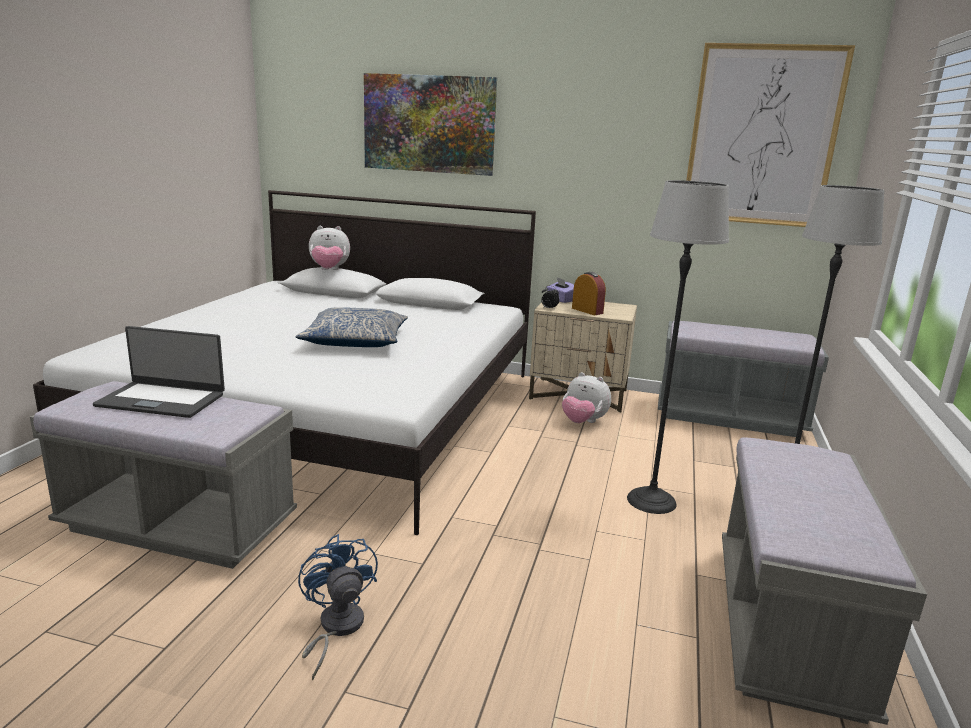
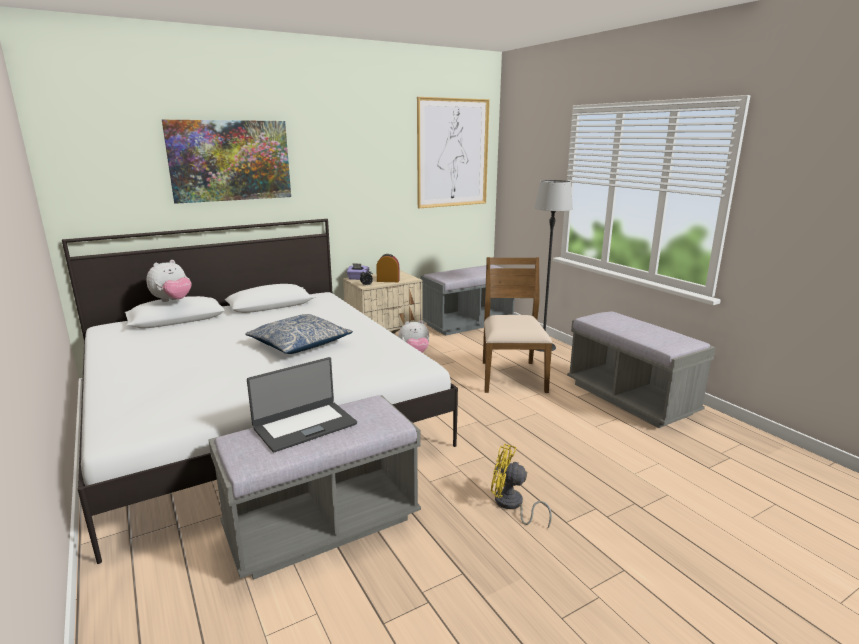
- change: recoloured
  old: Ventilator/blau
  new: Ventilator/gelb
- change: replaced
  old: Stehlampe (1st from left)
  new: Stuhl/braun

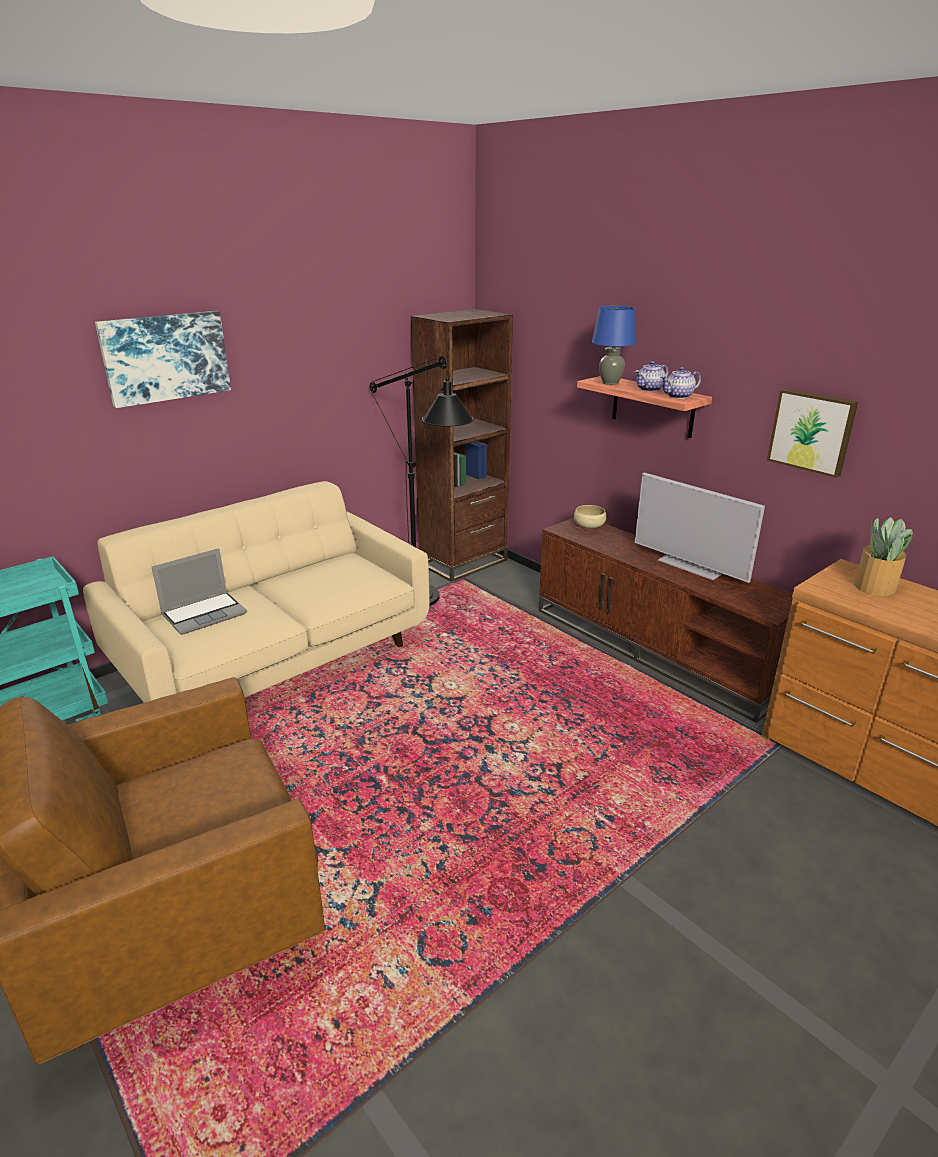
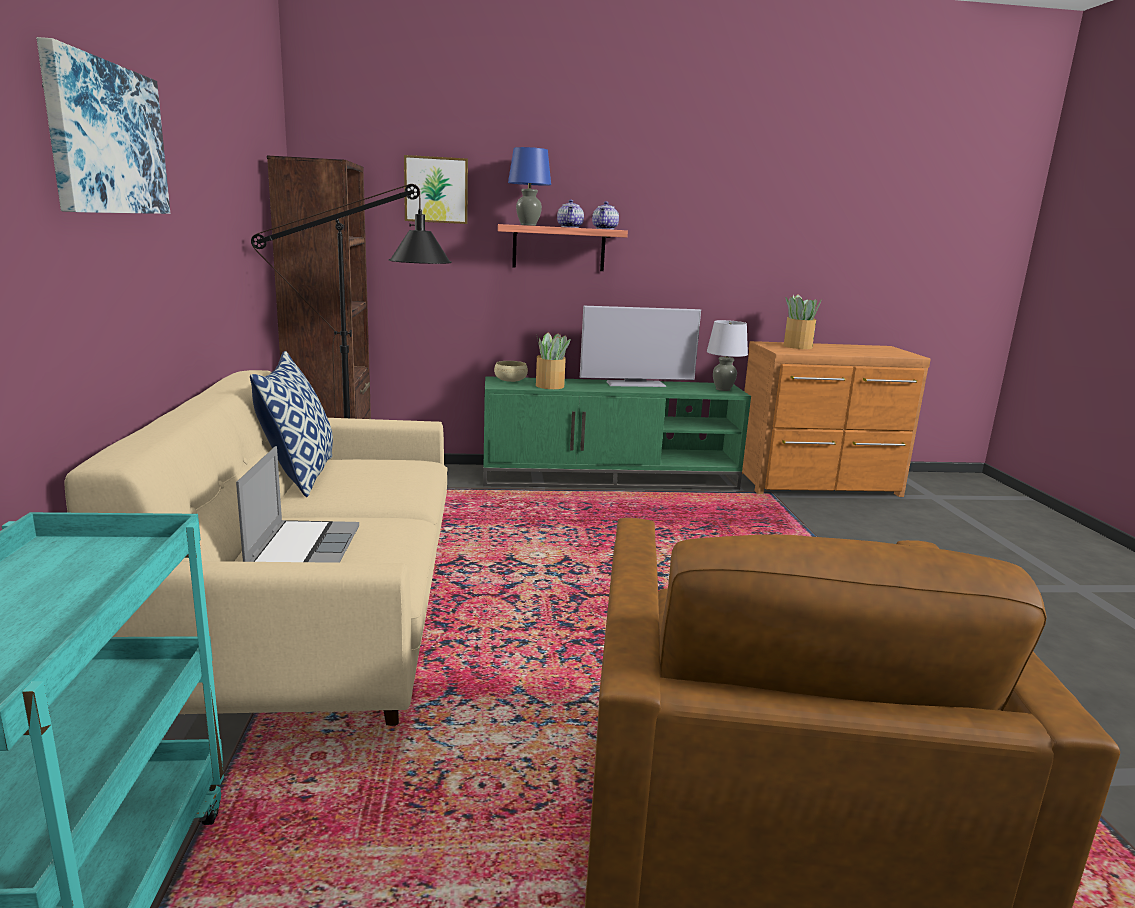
- change: recoloured
  old: Fernsehschrank/braun
  new: Fernsehschrank/grün
- change: moved
  old: Bild (2nd from left)
- change: added
  new: Kissen
- change: added
  new: Topfpflanze (1st from left)
- change: added
  new: Tischlampe/grau

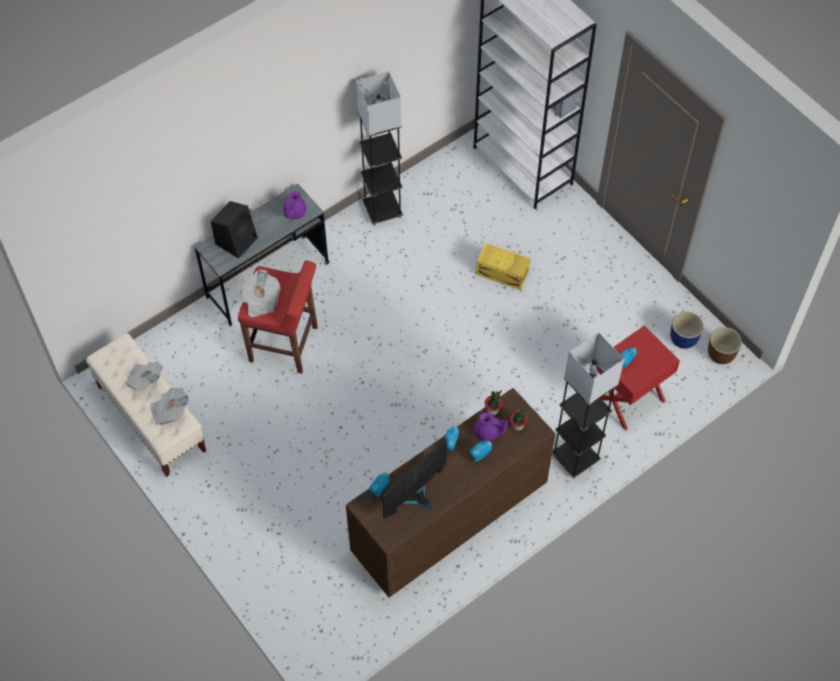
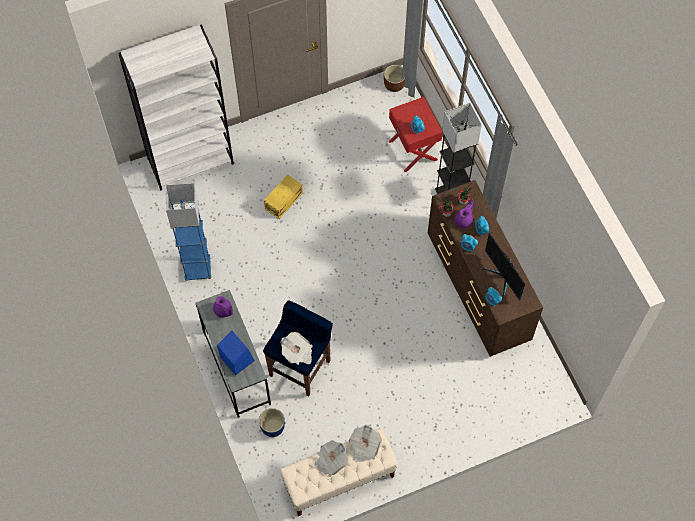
- change: recoloured
  old: Lautsprecher/schwarz
  new: Lautsprecher/blau
- change: recoloured
  old: Hocker/rot
  new: Hocker/blau
- change: recoloured
  old: Stehlampe/grau (1st from left)
  new: Stehlampe/blau
- change: moved
  old: Pflanzkübel/blau

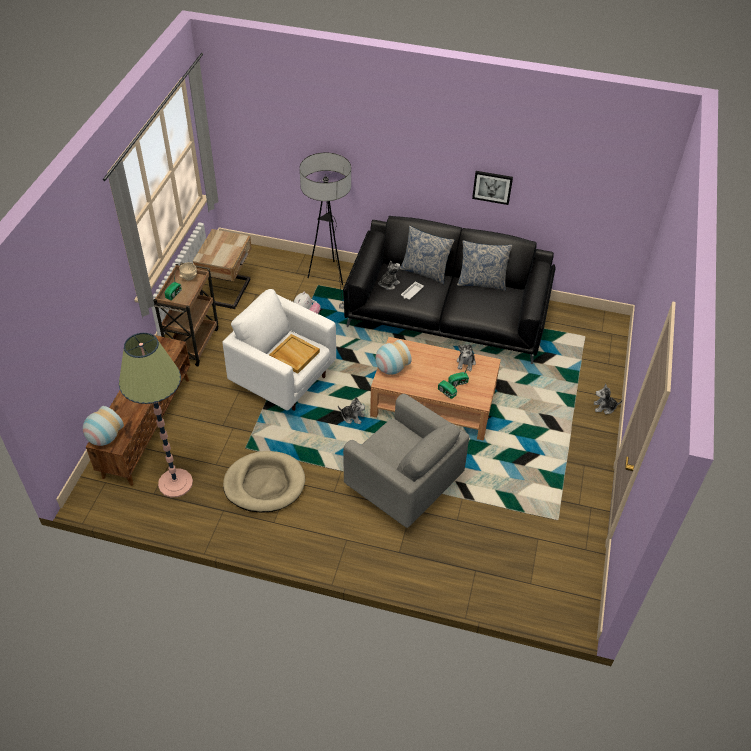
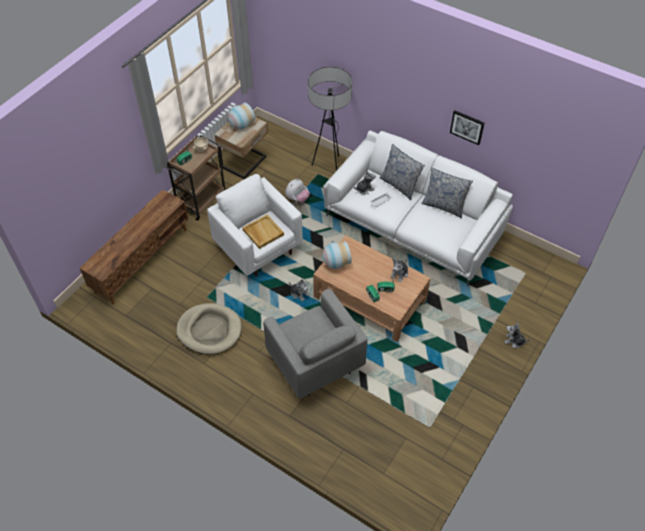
- change: moved
  old: Vase (1st from left)
- change: removed
  old: Stehlampe (1st from left)
- change: recoloured
  old: Sofa/schwarz
  new: Sofa/weiß

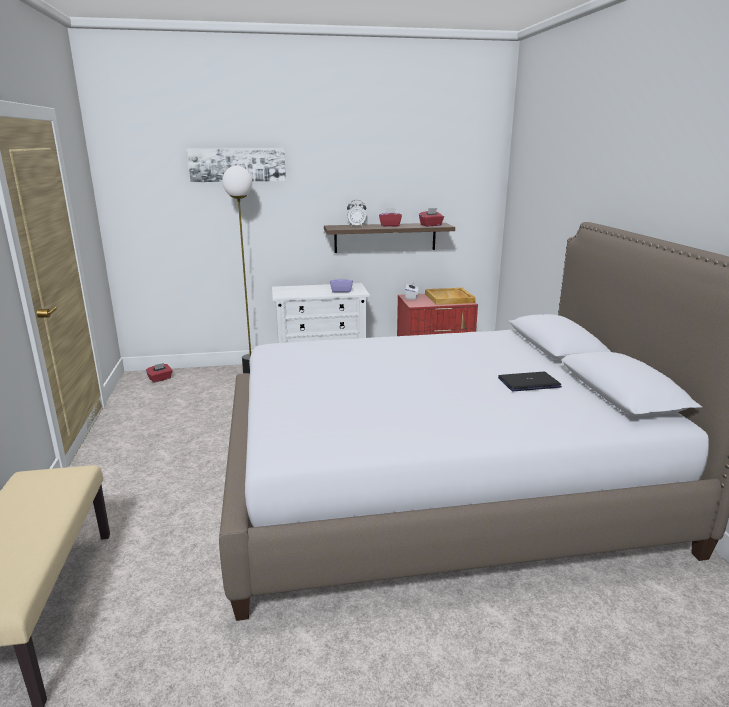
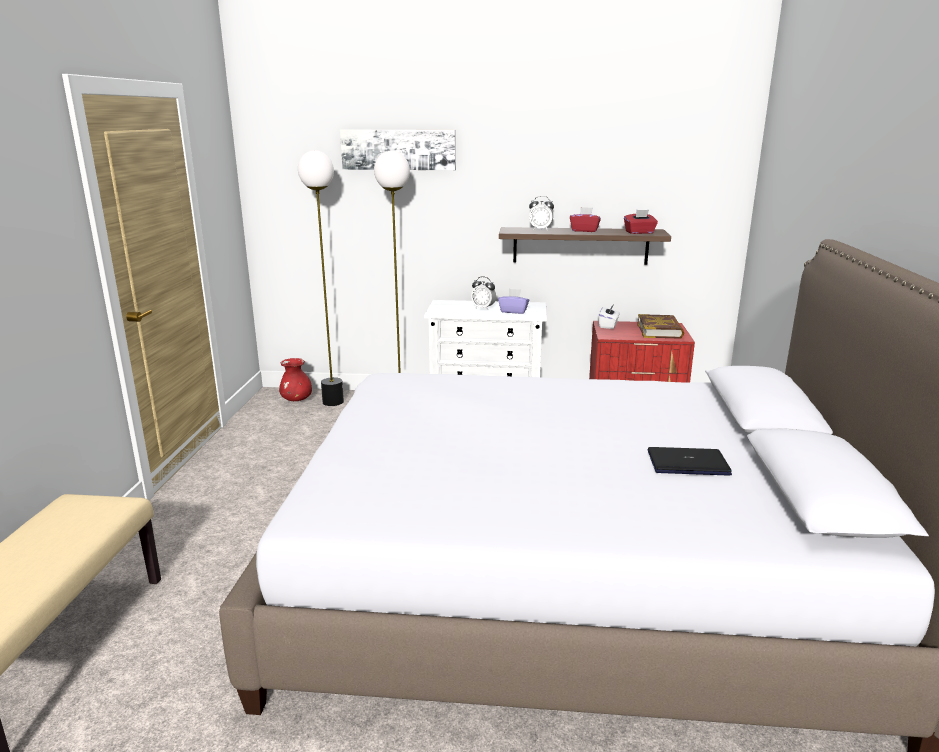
- change: replaced
  old: Taschentuchbox/rot (1st from left)
  new: Vase/rot
- change: replaced
  old: Tablett/beige
  new: Buch
- change: added
  new: Stehlampe (1st from left)
- change: added
  new: Wecker (1st from left)

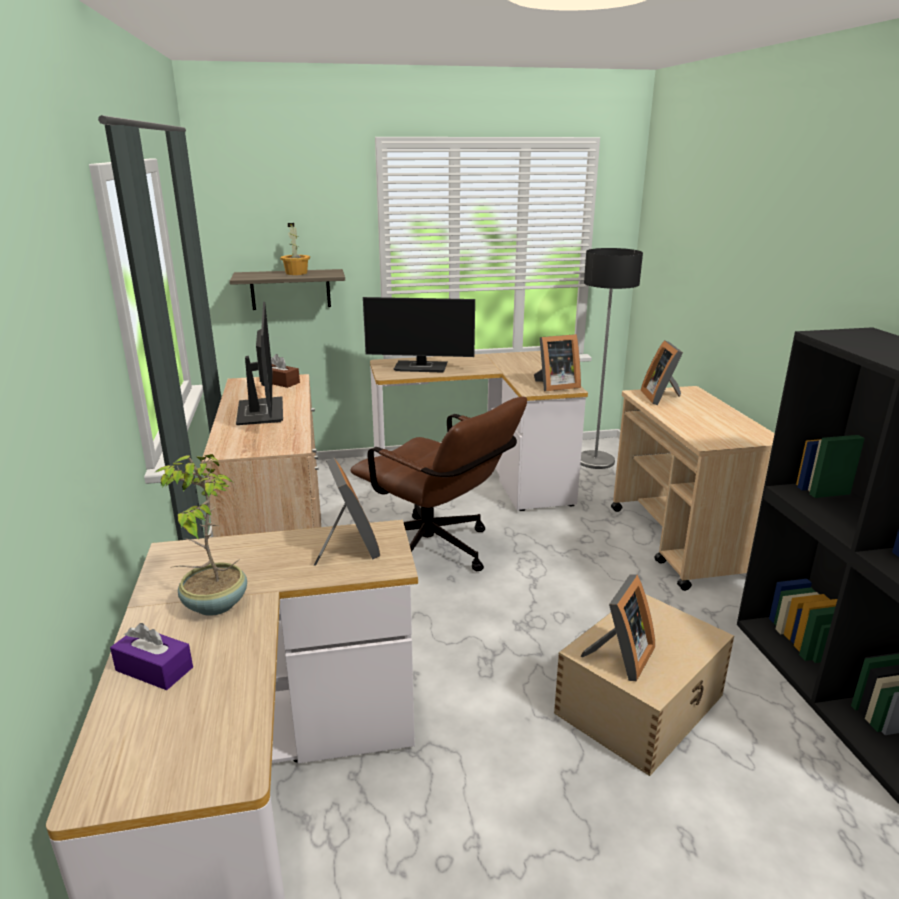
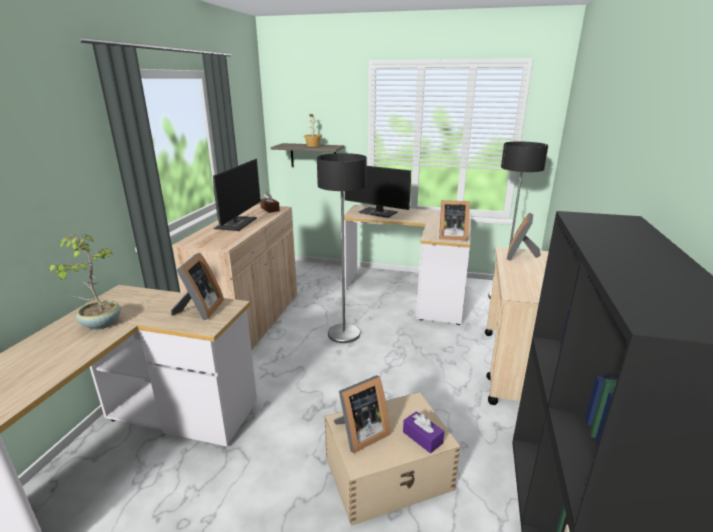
- change: moved
  old: Taschentuchbox/lila
- change: replaced
  old: Bürostuhl/braun
  new: Stehlampe (1st from left)

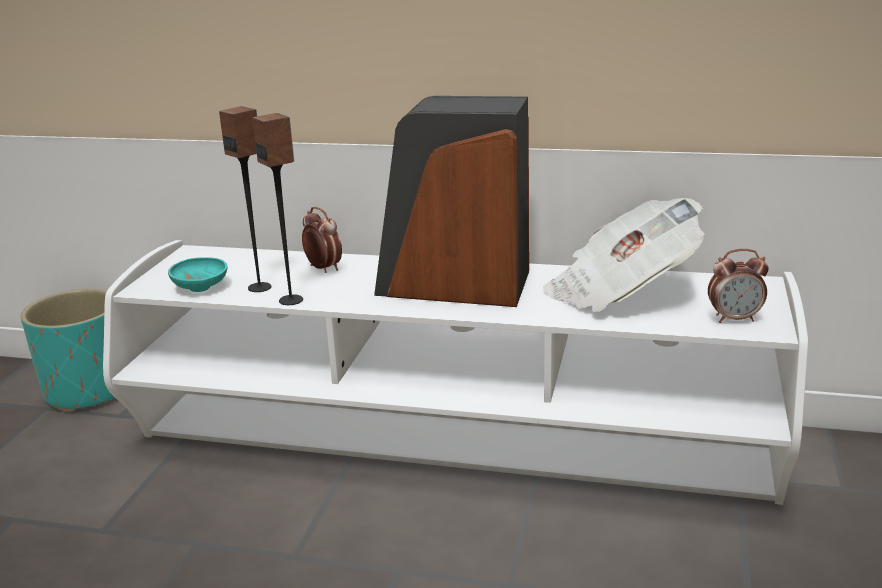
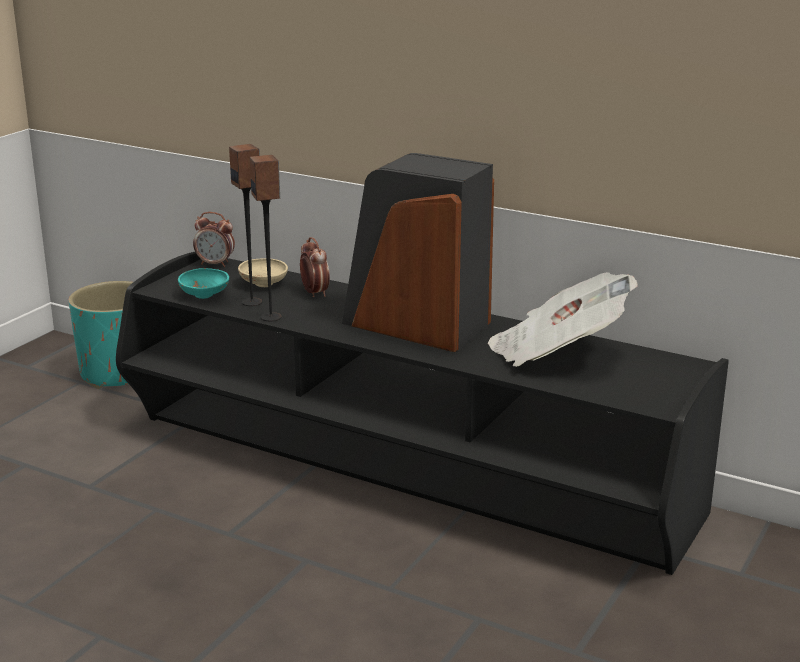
- change: recoloured
  old: Fernsehschrank/weiß
  new: Fernsehschrank/schwarz
- change: moved
  old: Wecker (2nd from left in the first image)
  new: Wecker (1st from left)
- change: added
  new: Schüssel/beige

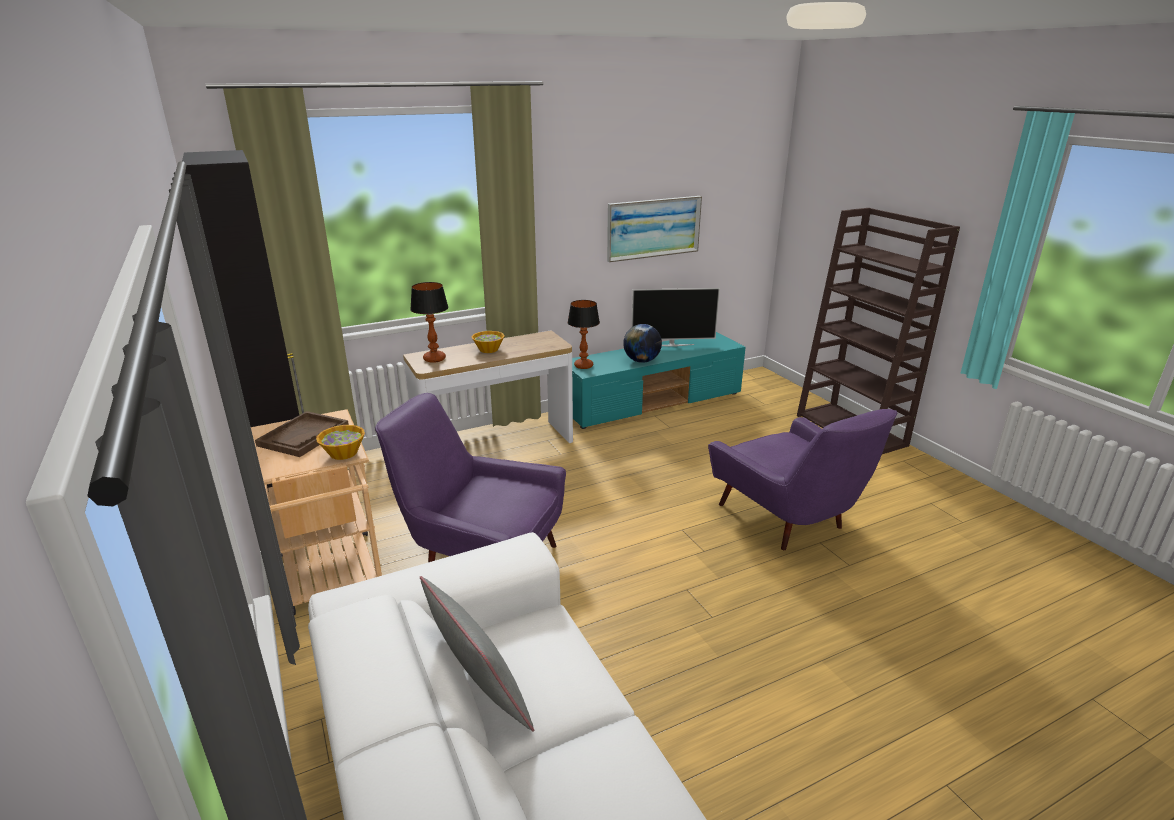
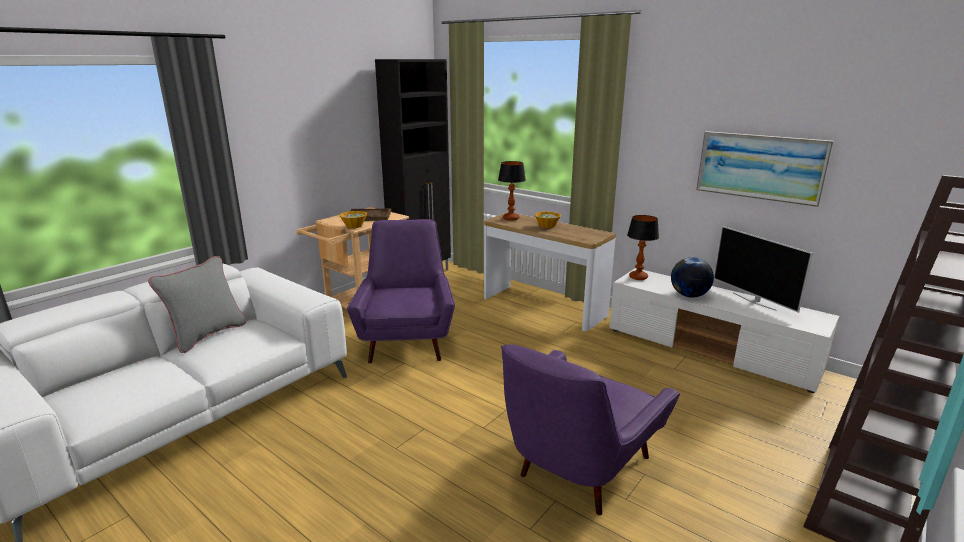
- change: recoloured
  old: Fernsehschrank/türkis
  new: Fernsehschrank/weiß

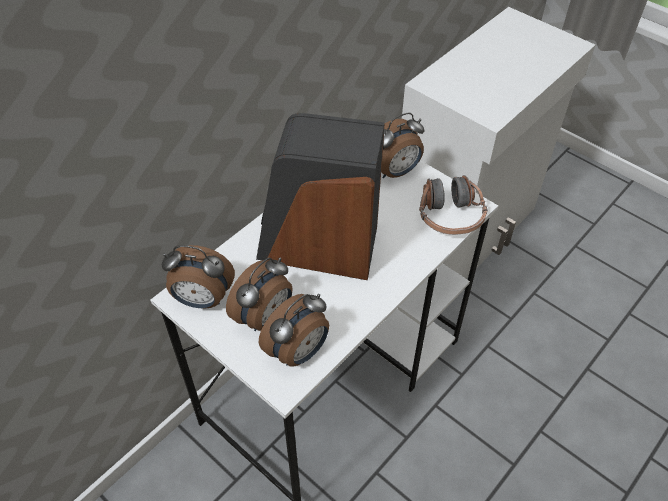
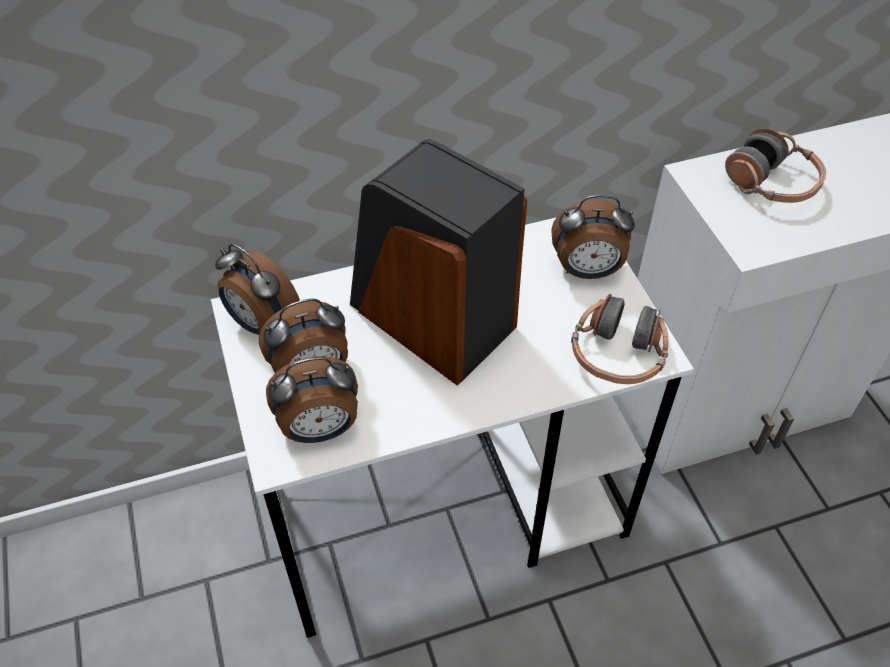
- change: added
  new: Kopfhörer (2nd from left)

